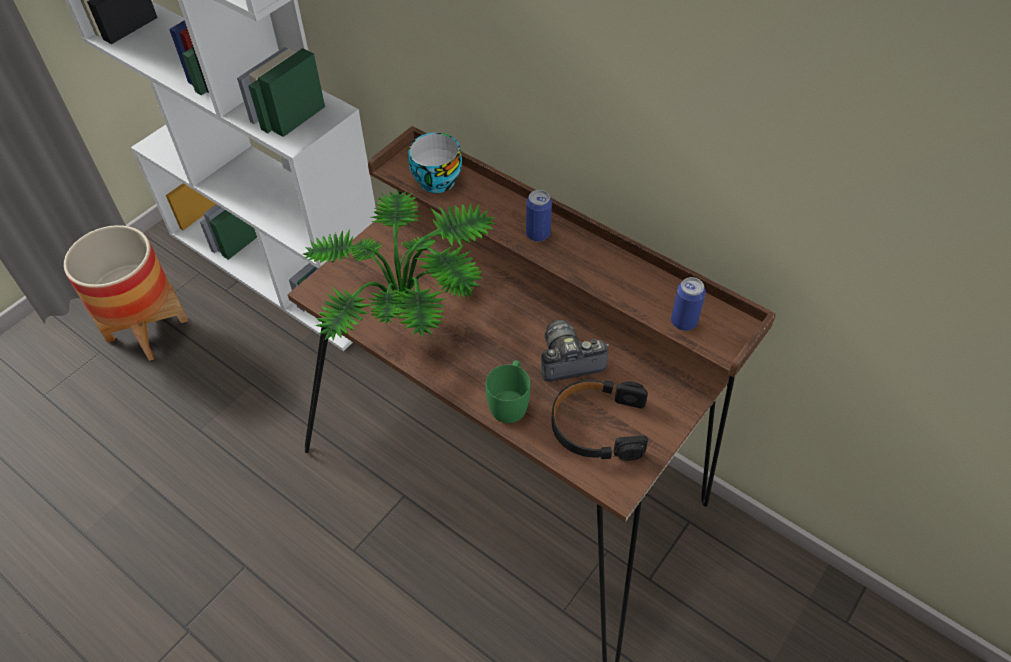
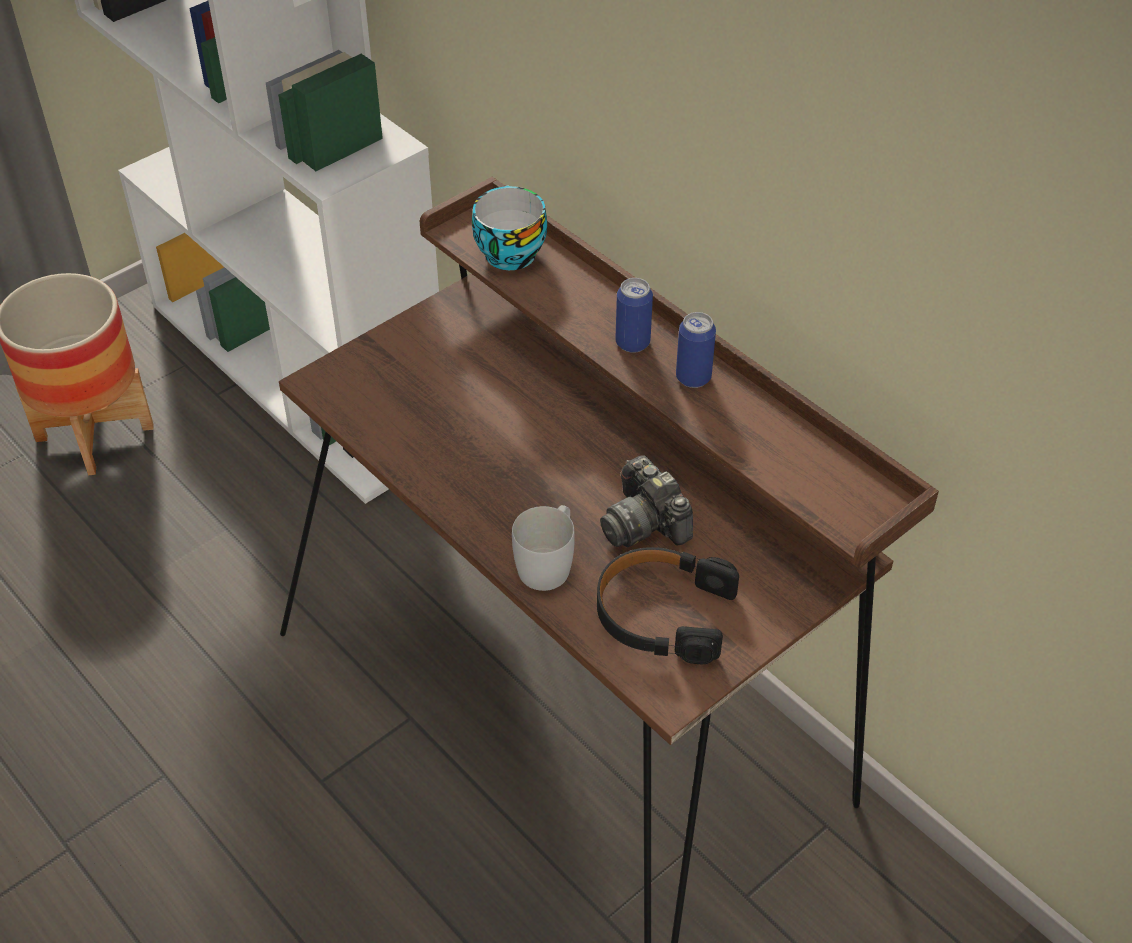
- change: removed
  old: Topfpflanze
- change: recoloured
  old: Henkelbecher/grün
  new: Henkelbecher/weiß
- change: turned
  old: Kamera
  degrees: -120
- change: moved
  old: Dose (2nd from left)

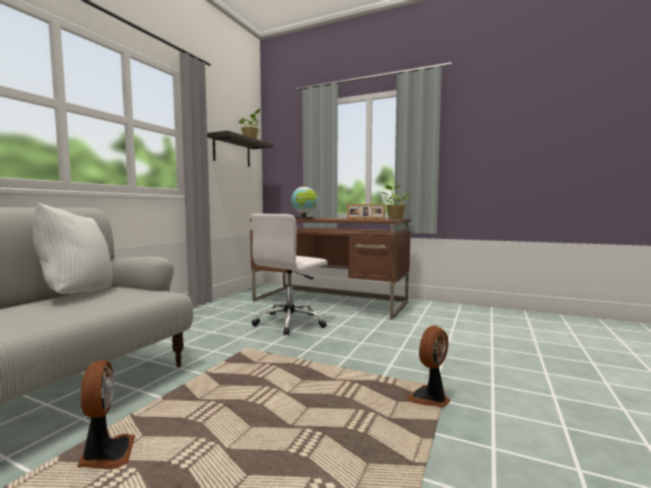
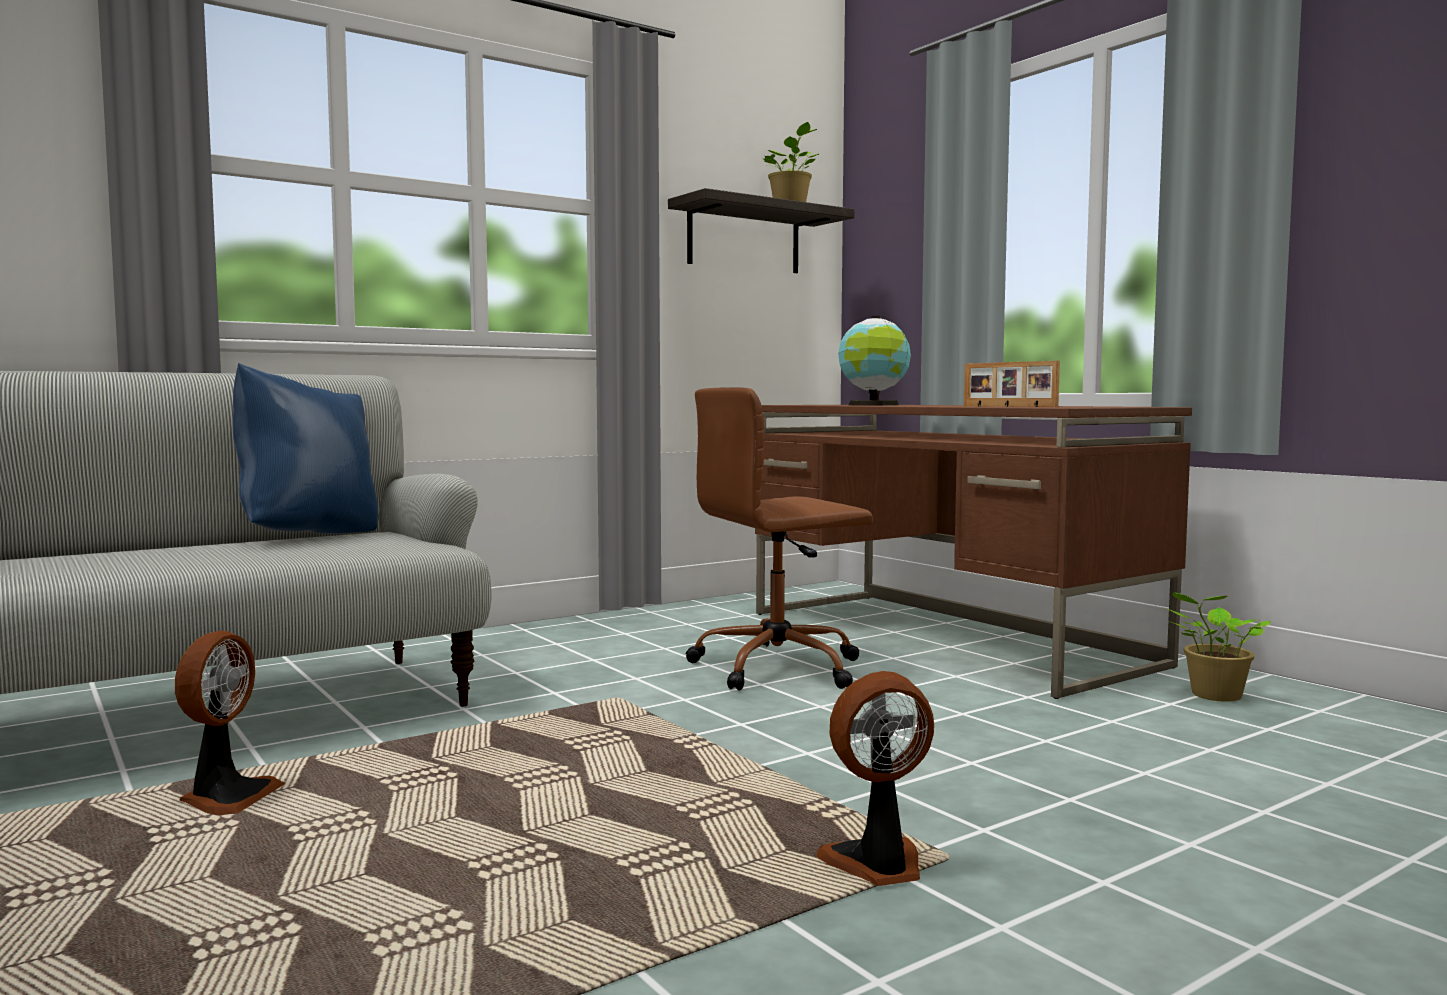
- change: recoloured
  old: Kissen/weiß
  new: Kissen/blau
- change: recoloured
  old: Bürostuhl/weiß
  new: Bürostuhl/braun
- change: moved
  old: Topfpflanze (2nd from left)

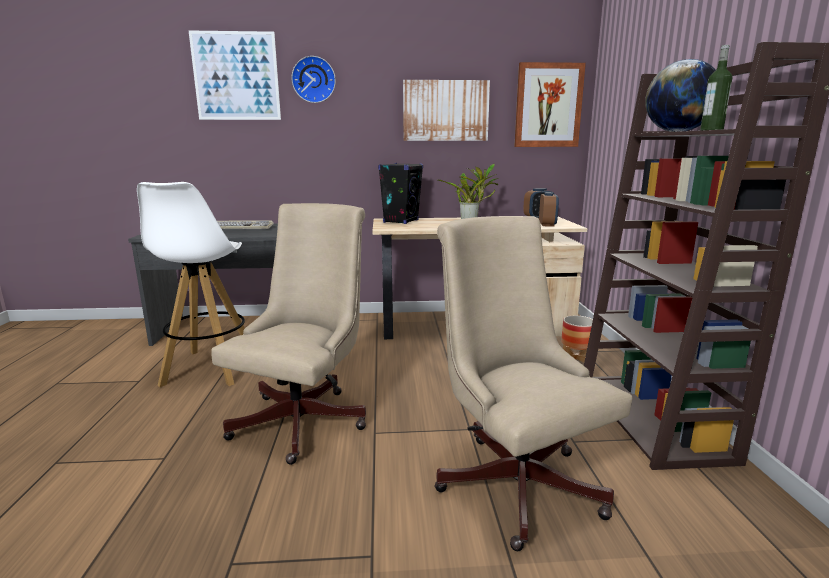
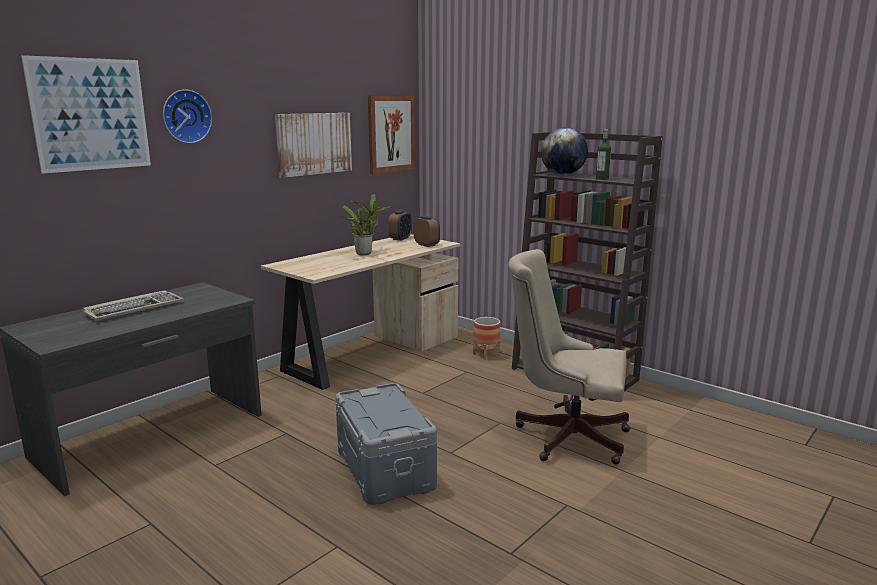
- change: removed
  old: Hocker/weiß
- change: replaced
  old: Bürostuhl/beige (1st from left)
  new: Aufbewahrungsbox/grau
- change: removed
  old: Lautsprecher/schwarz

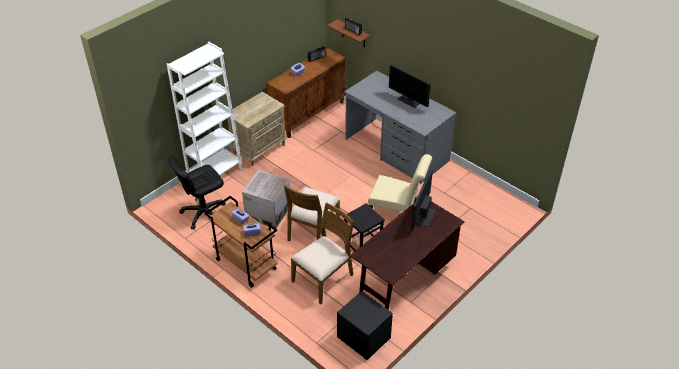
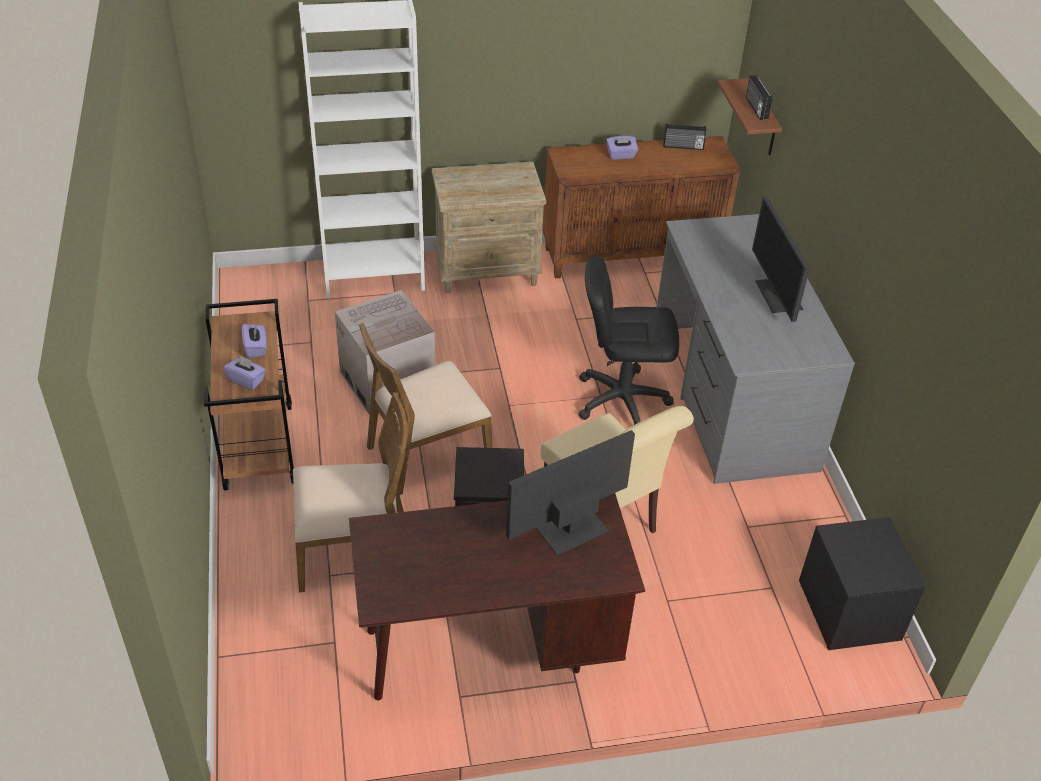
- change: moved
  old: Bürostuhl/schwarz
- change: moved
  old: Nachttisch/schwarz

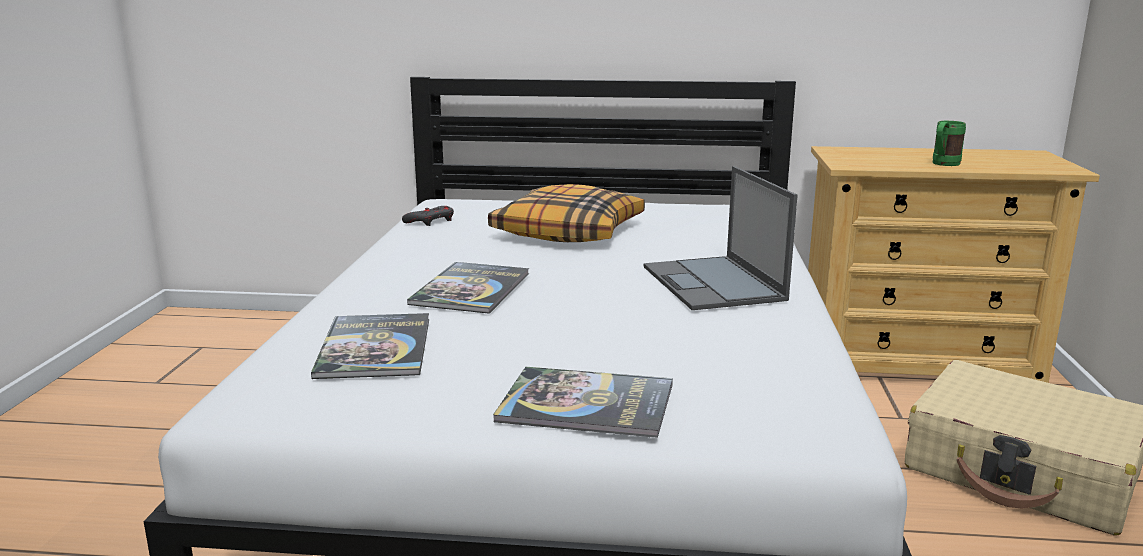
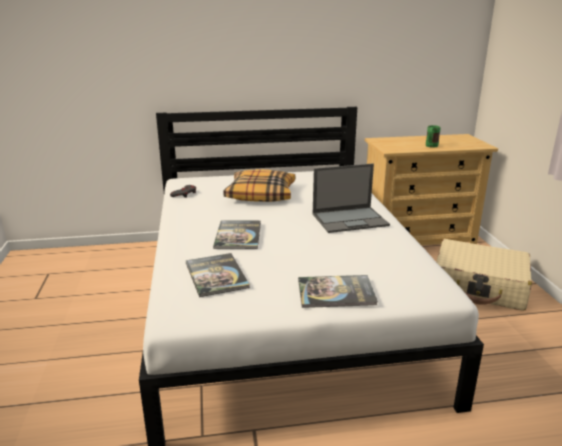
- change: turned
  old: Laptop
  degrees: -75

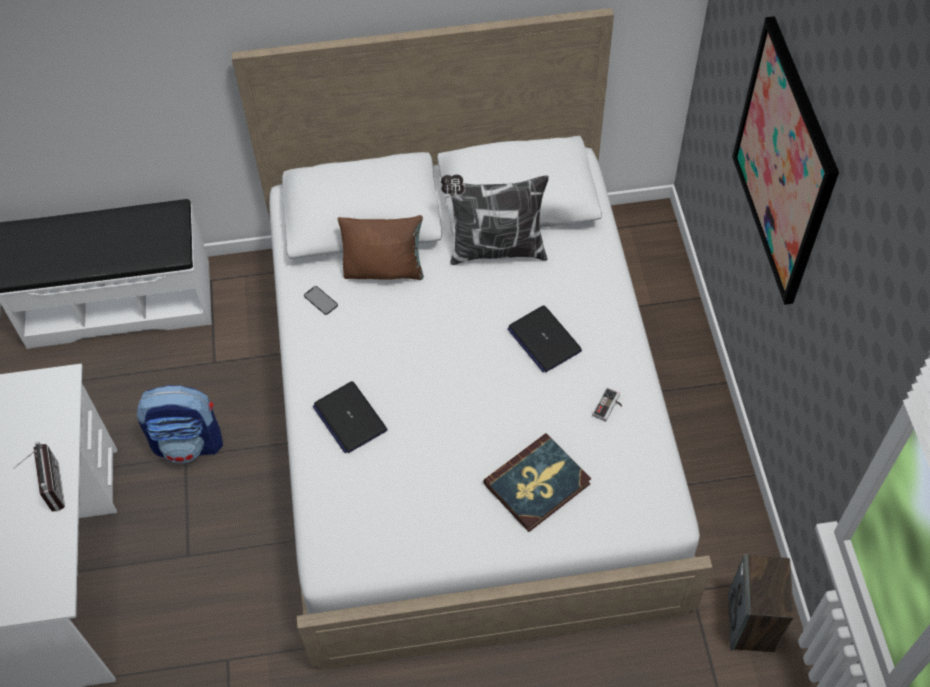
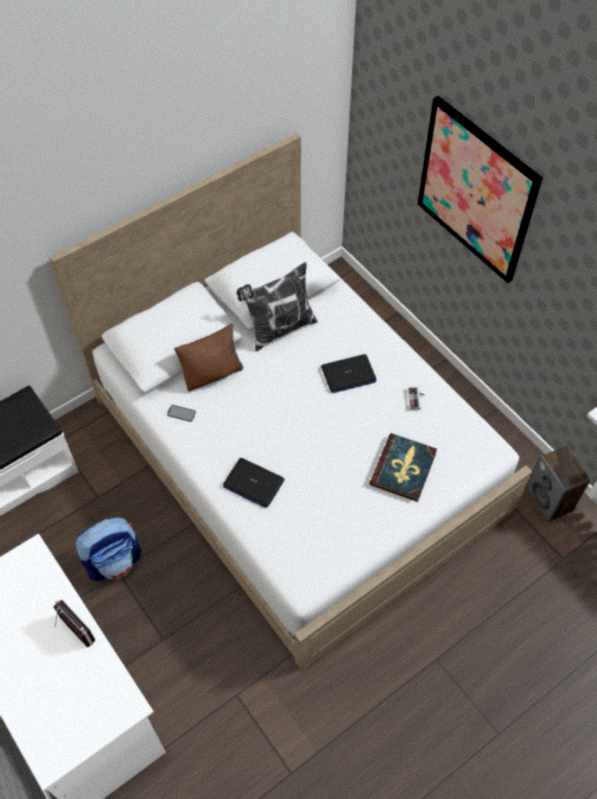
- change: turned
  old: Laptop (2nd from left)
  degrees: -45

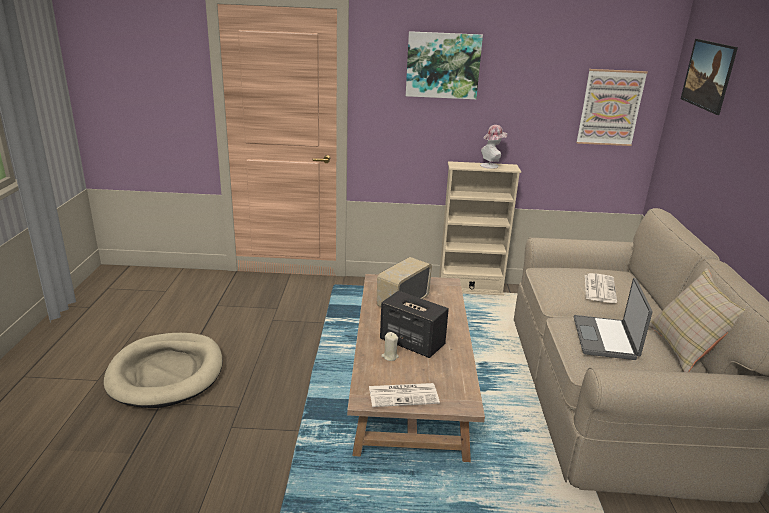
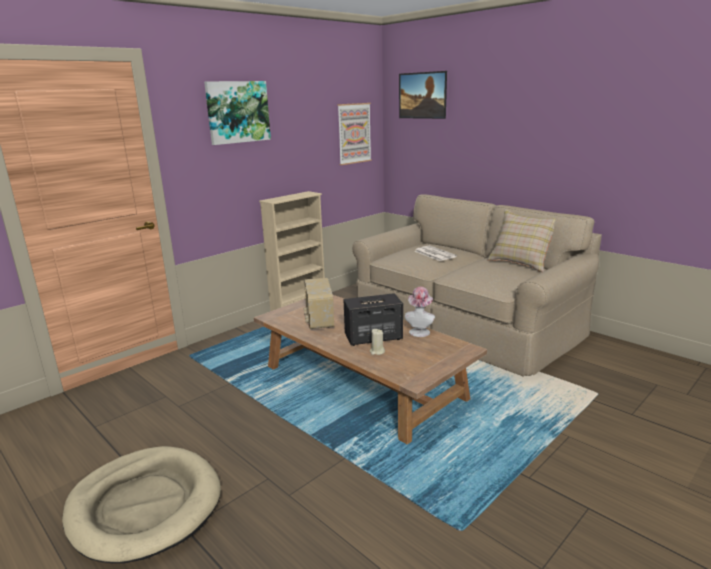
- change: removed
  old: Zeitung (1st from left)
- change: moved
  old: Hut
- change: removed
  old: Laptop

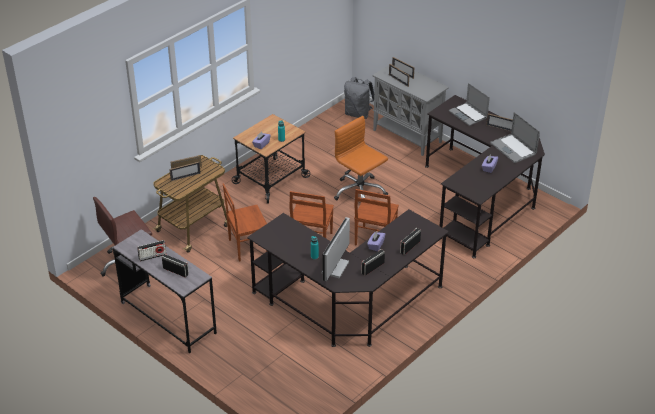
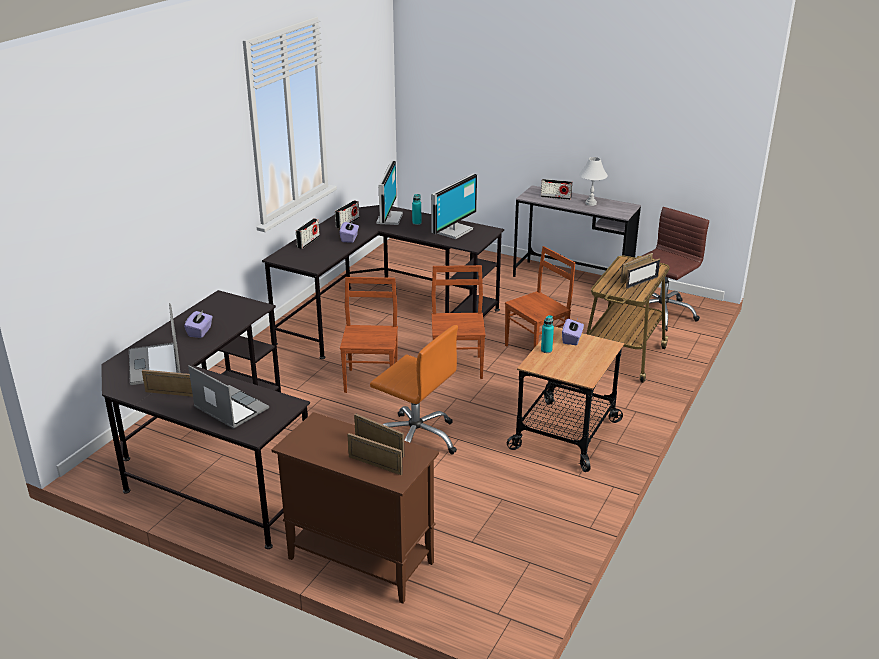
- change: replaced
  old: Radio (1st from left)
  new: Tischlampe/weiß
- change: removed
  old: Rucksack/grau
- change: recoloured
  old: Schrank/grau
  new: Schrank/braun
- change: turned
  old: Laptop (2nd from left in the first image)
  degrees: -150
- change: added
  new: Monitor (2nd from left)

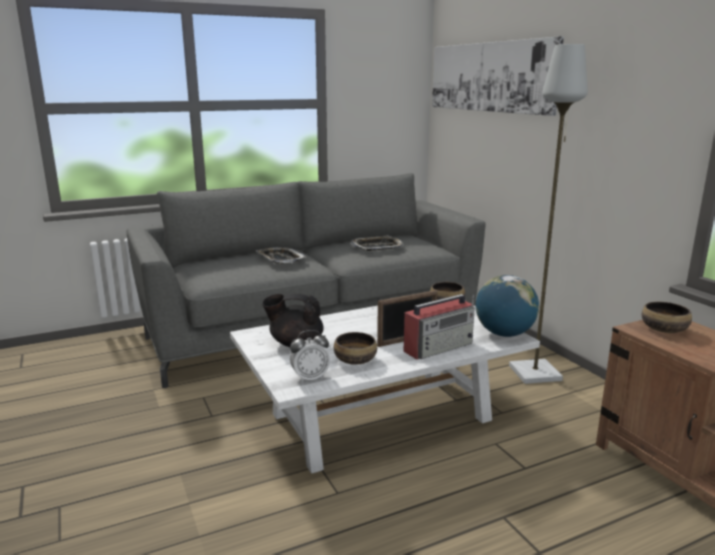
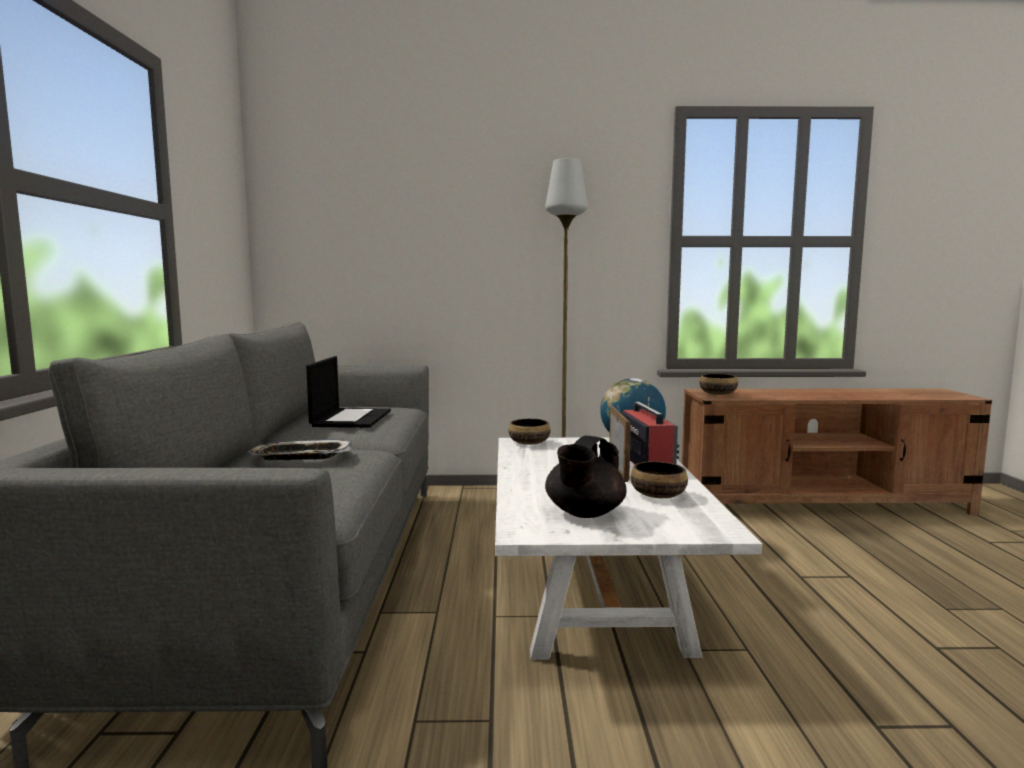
- change: removed
  old: Wecker
- change: replaced
  old: Tablett (2nd from left)
  new: Laptop
- change: removed
  old: Bild

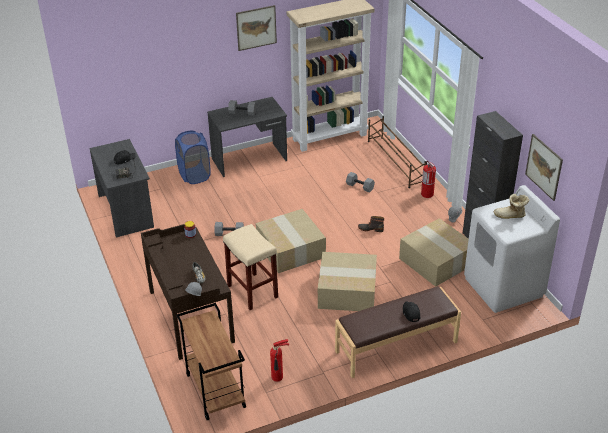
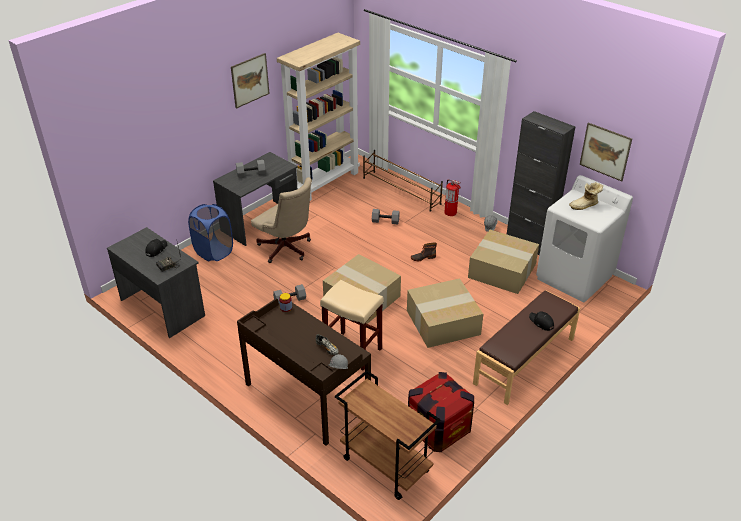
- change: replaced
  old: Feuerlöscher (1st from left)
  new: Kiste
- change: added
  new: Bürostuhl/beige

